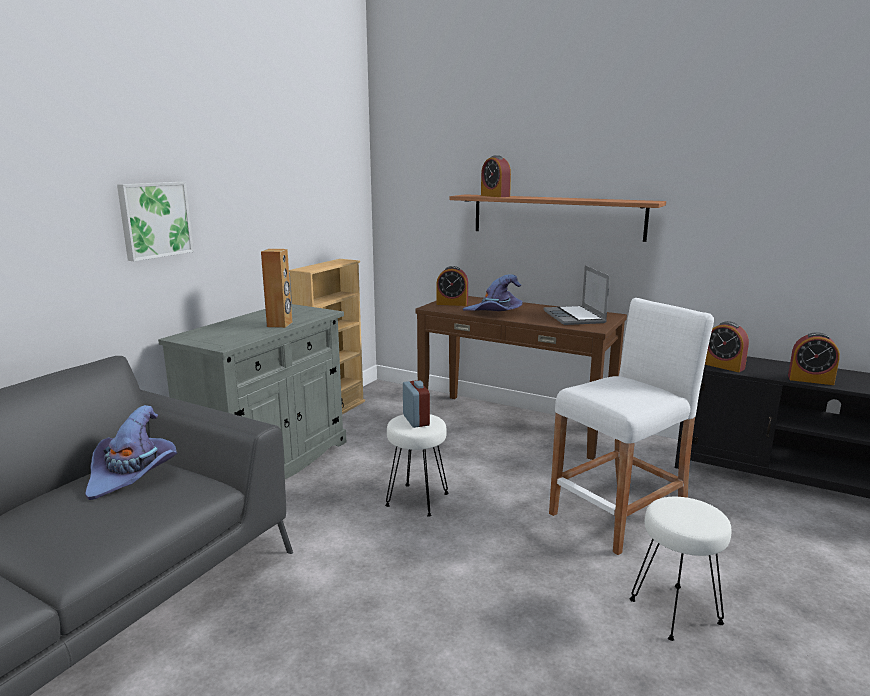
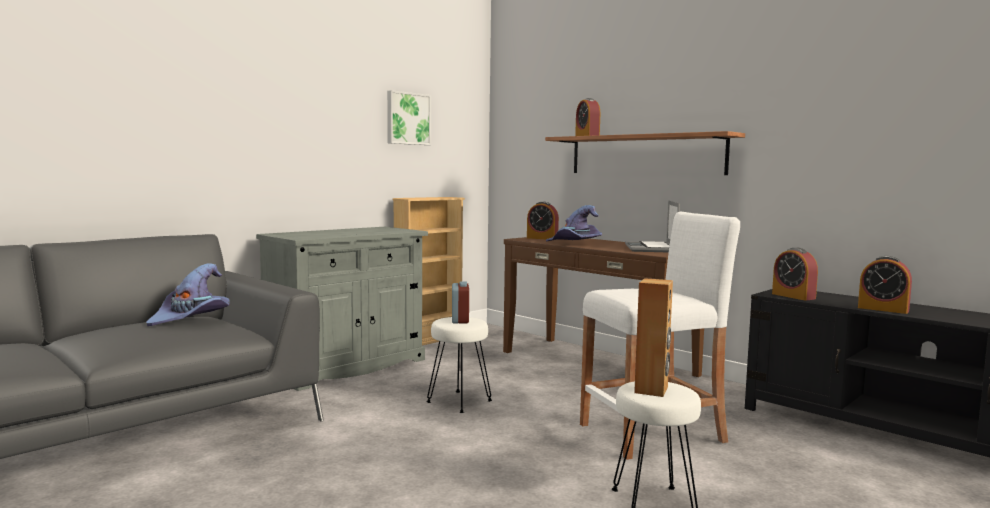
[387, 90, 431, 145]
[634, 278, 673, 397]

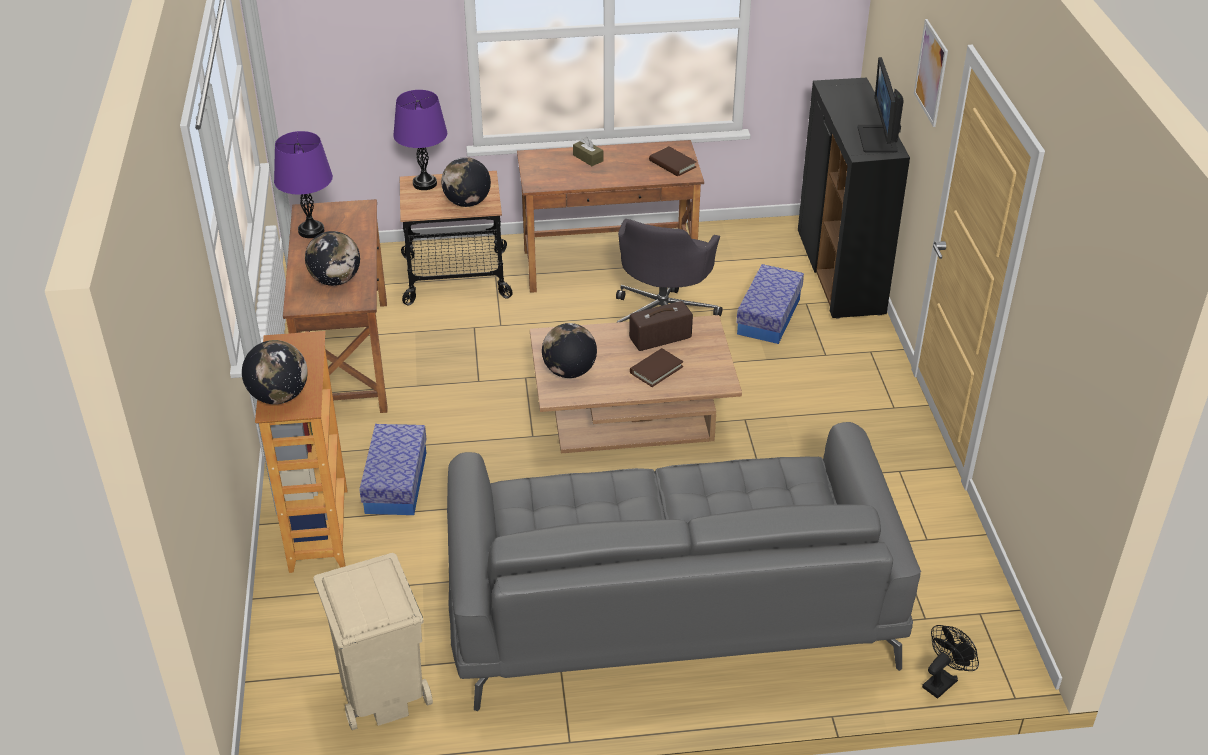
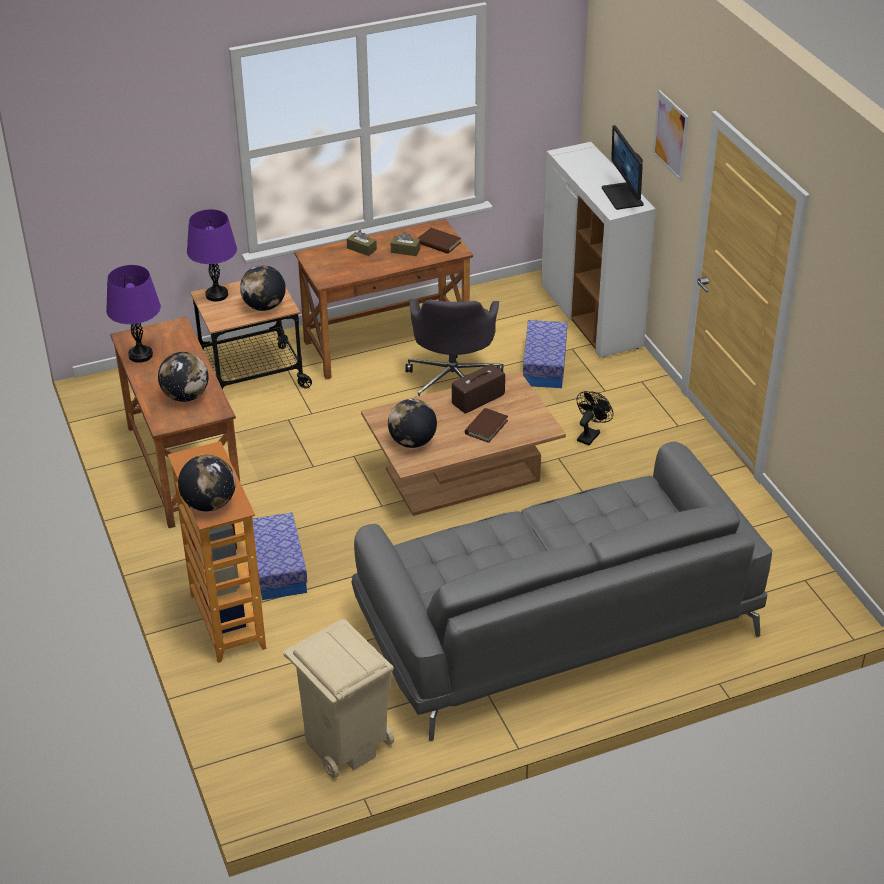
[391, 232, 420, 256]
[576, 391, 614, 445]
[541, 142, 656, 358]

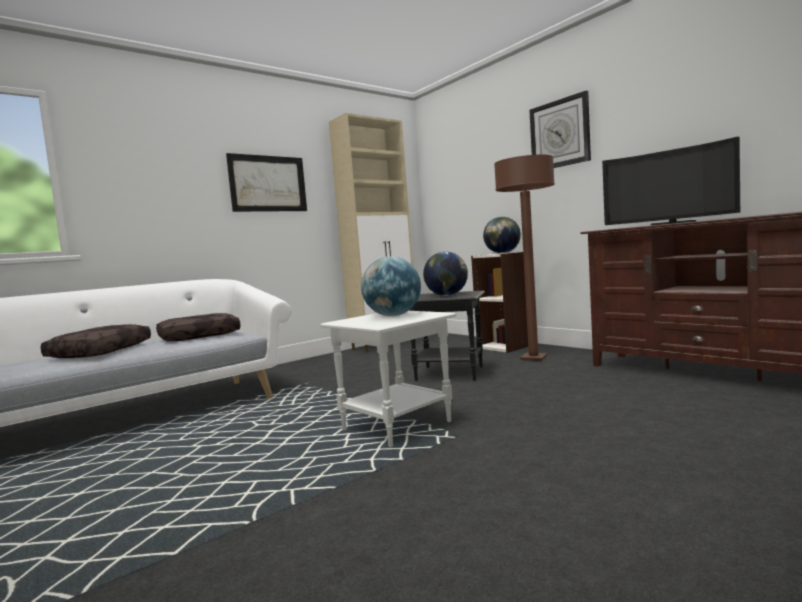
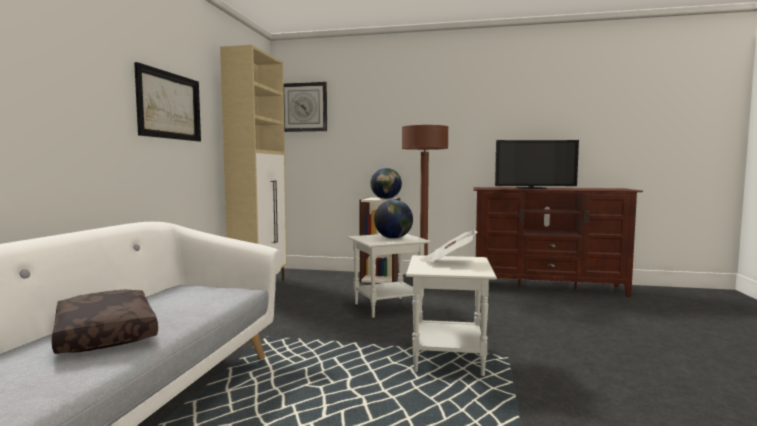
[156, 313, 241, 341] (first image)
[283, 82, 327, 132]
[420, 230, 478, 263]
[348, 234, 431, 318]

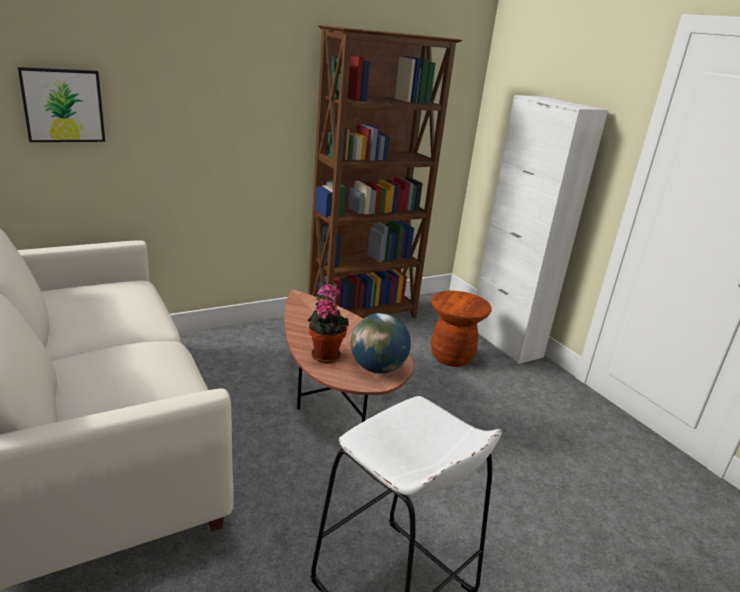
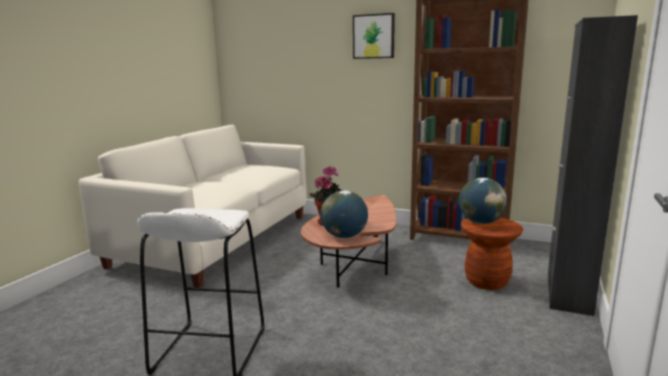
[459, 178, 507, 224]
[353, 13, 395, 59]
[548, 15, 638, 316]

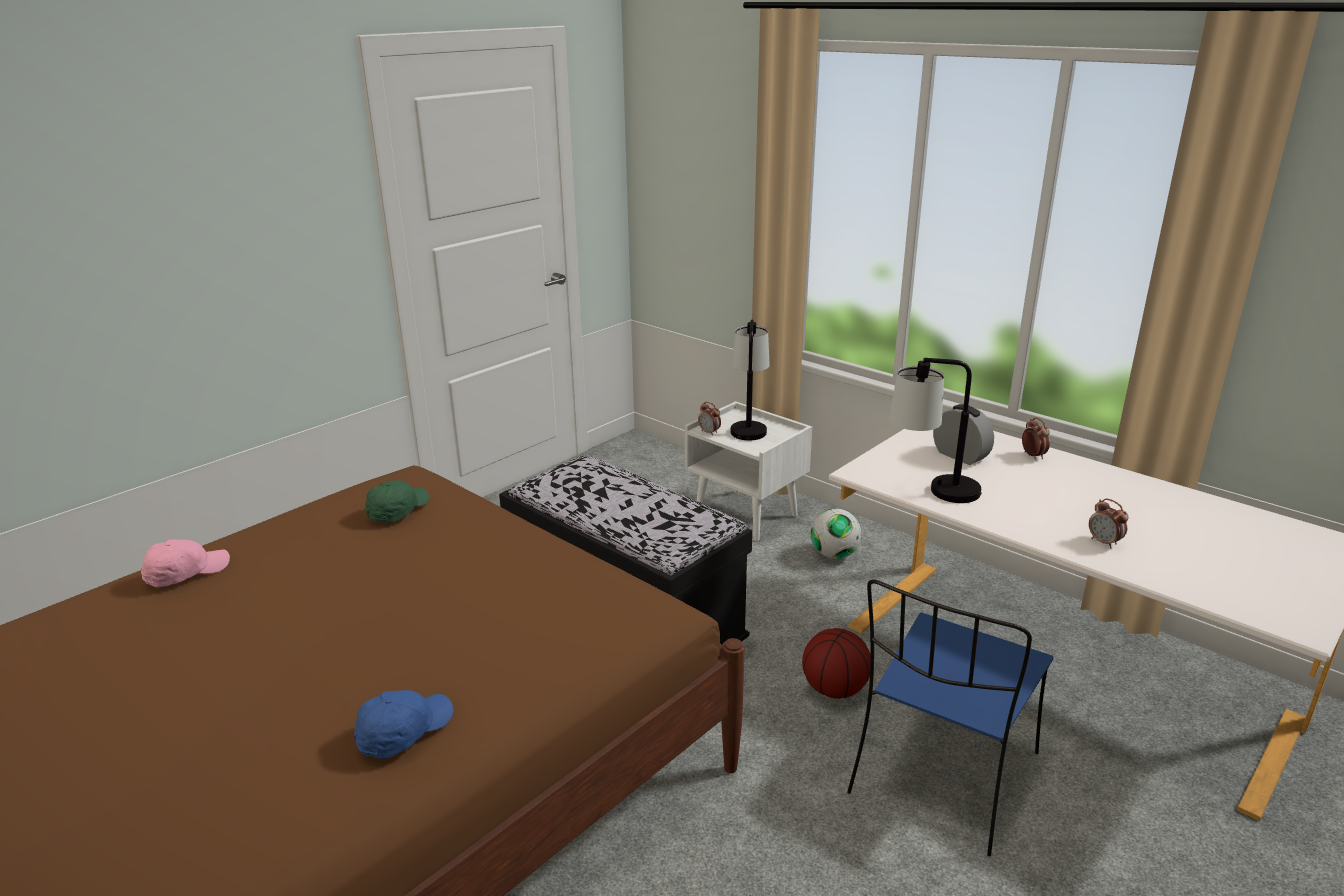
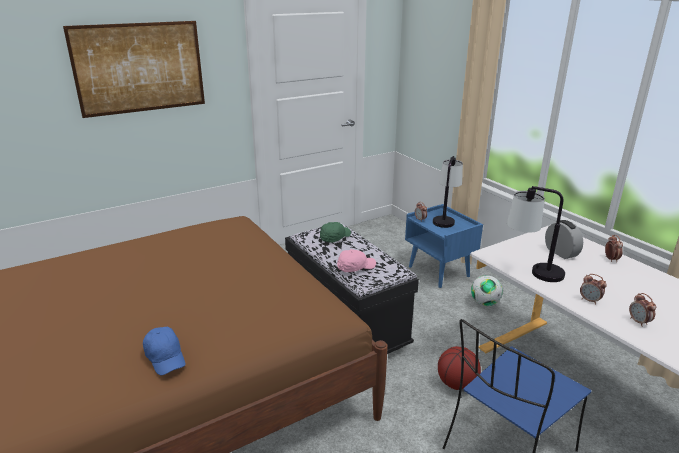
[63, 21, 205, 118]
[580, 274, 607, 304]
[337, 249, 376, 272]
[320, 222, 351, 243]
[405, 204, 483, 288]
[143, 327, 186, 375]

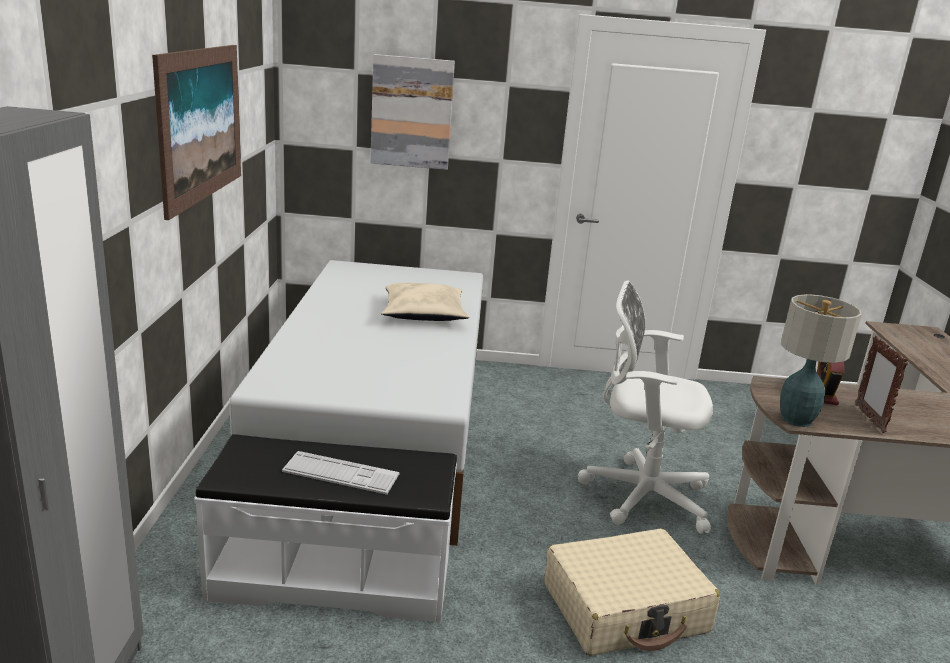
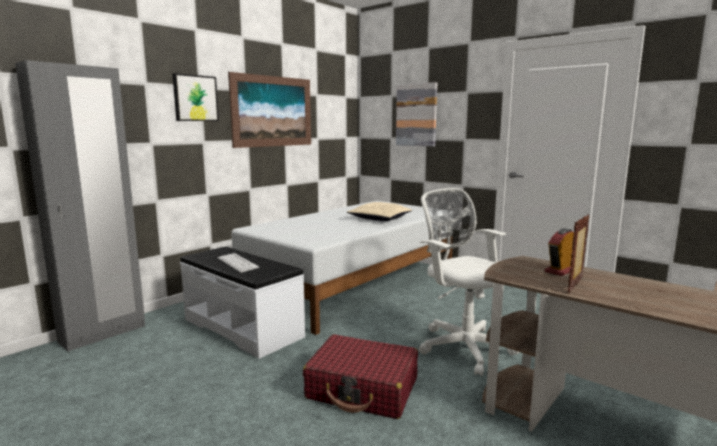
[780, 294, 862, 427] (first image)
[173, 73, 219, 121]
[303, 334, 418, 419]

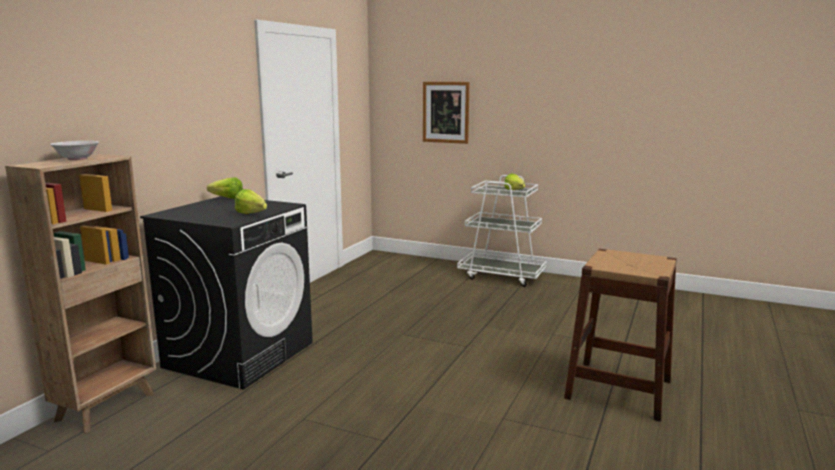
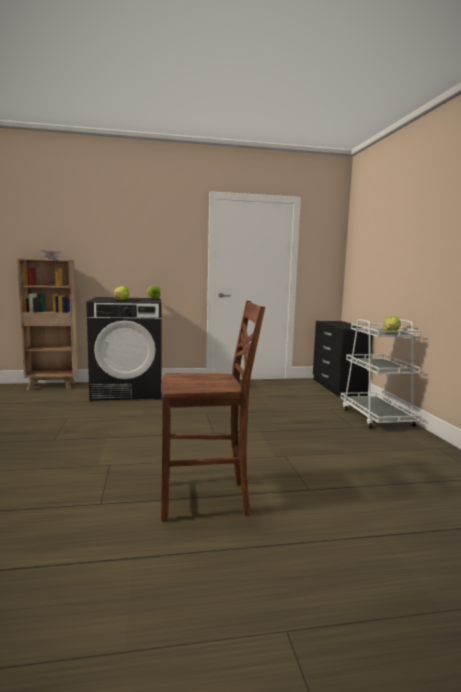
[423, 82, 470, 144] (first image)
[313, 321, 373, 397]
[161, 301, 265, 522]

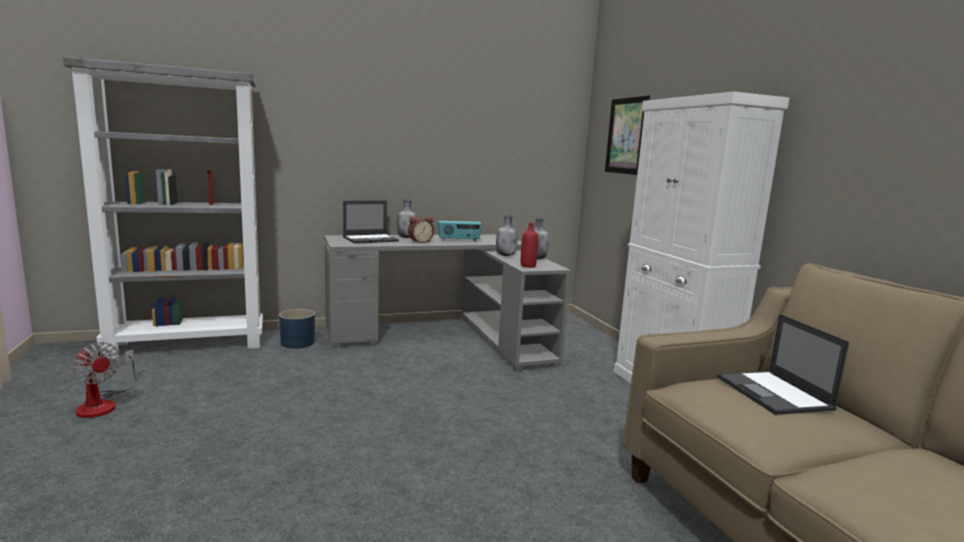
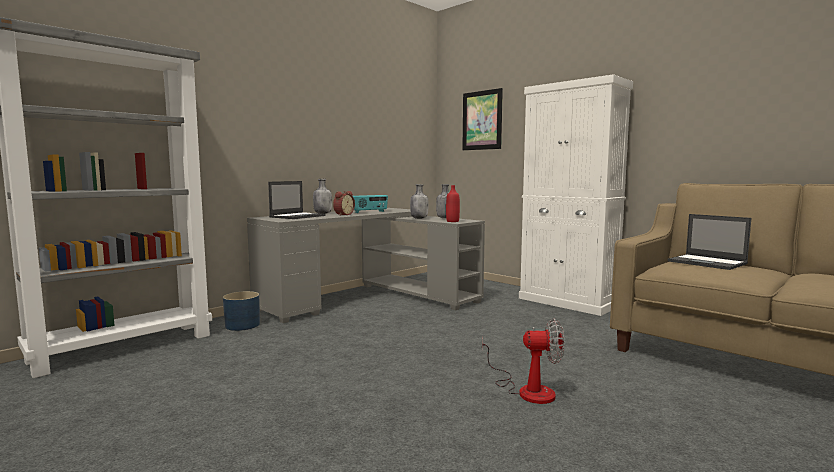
[482, 318, 565, 404]

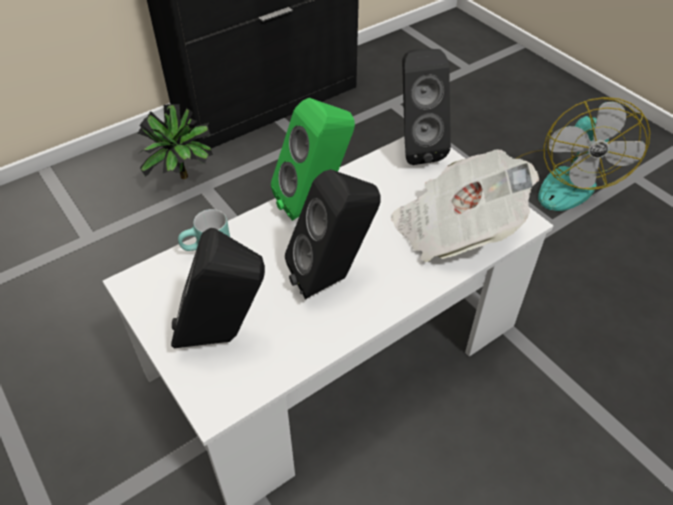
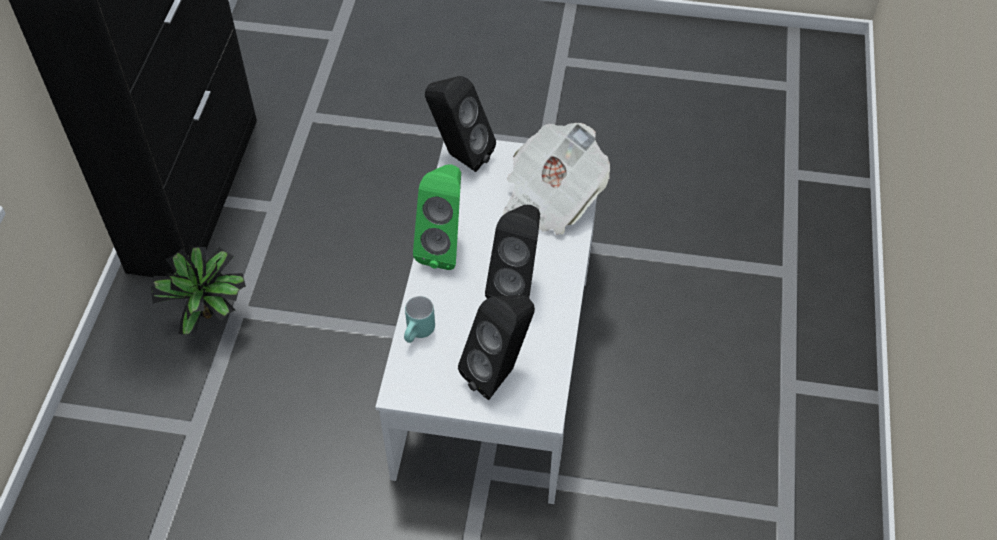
[515, 97, 650, 211] (first image)

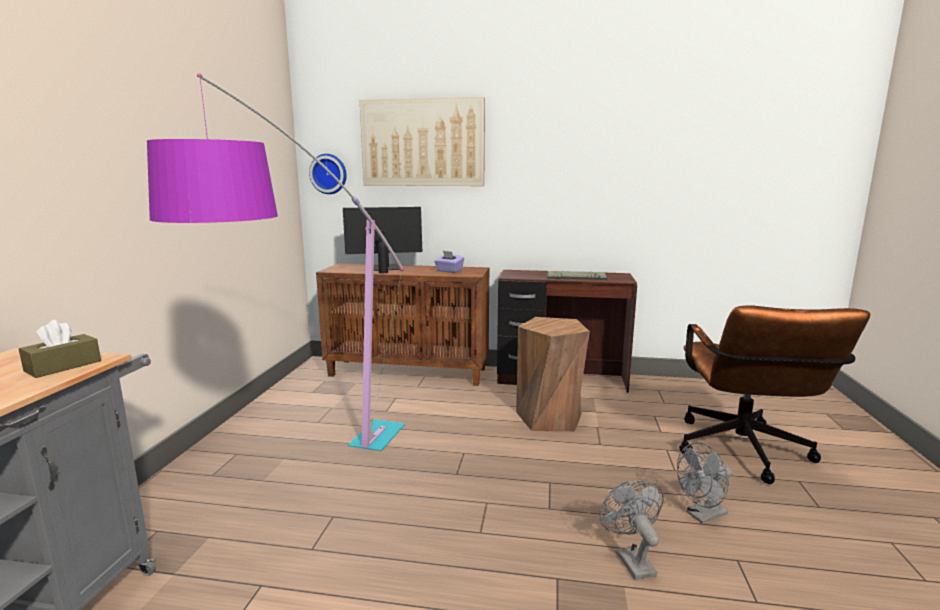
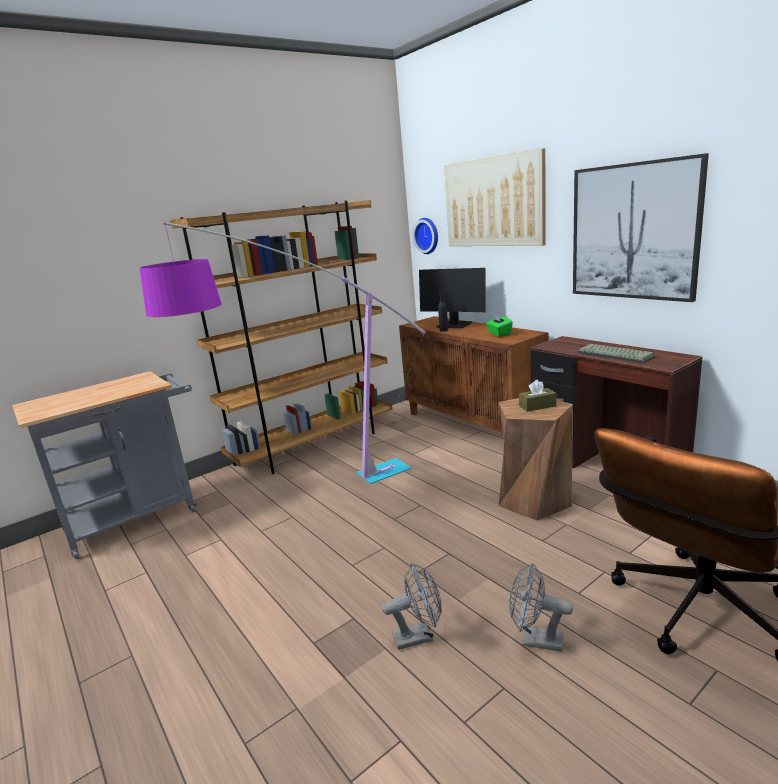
[170, 200, 392, 474]
[573, 153, 709, 302]
[519, 380, 556, 412]
[486, 314, 513, 337]
[382, 563, 442, 650]

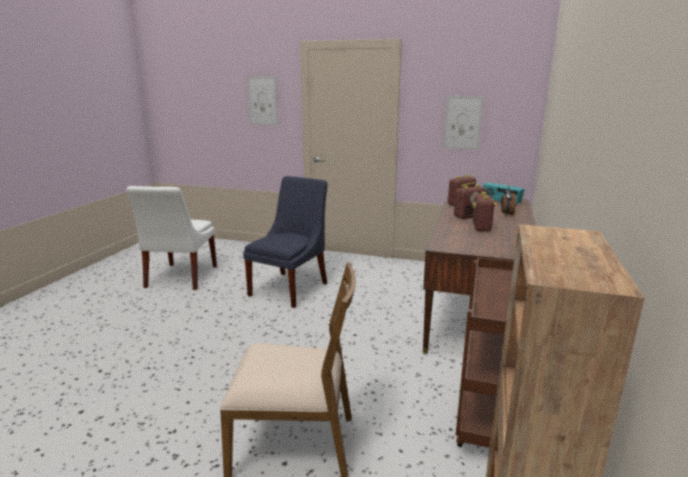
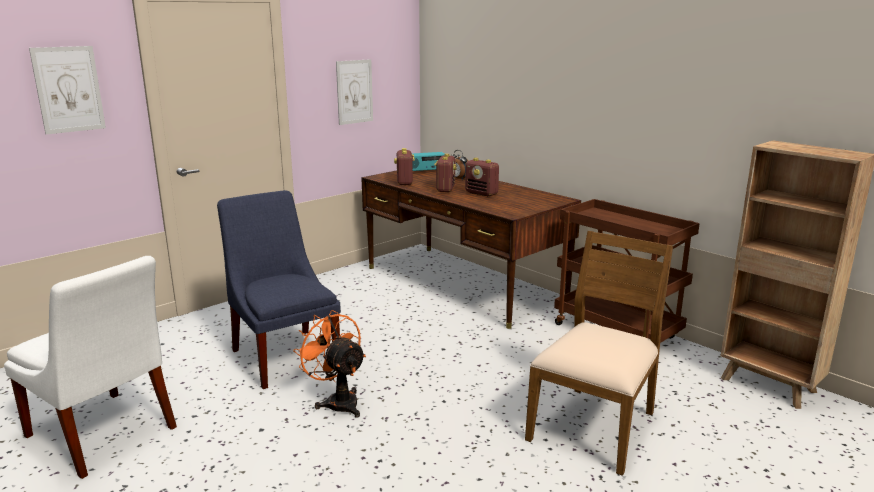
[293, 310, 366, 418]

